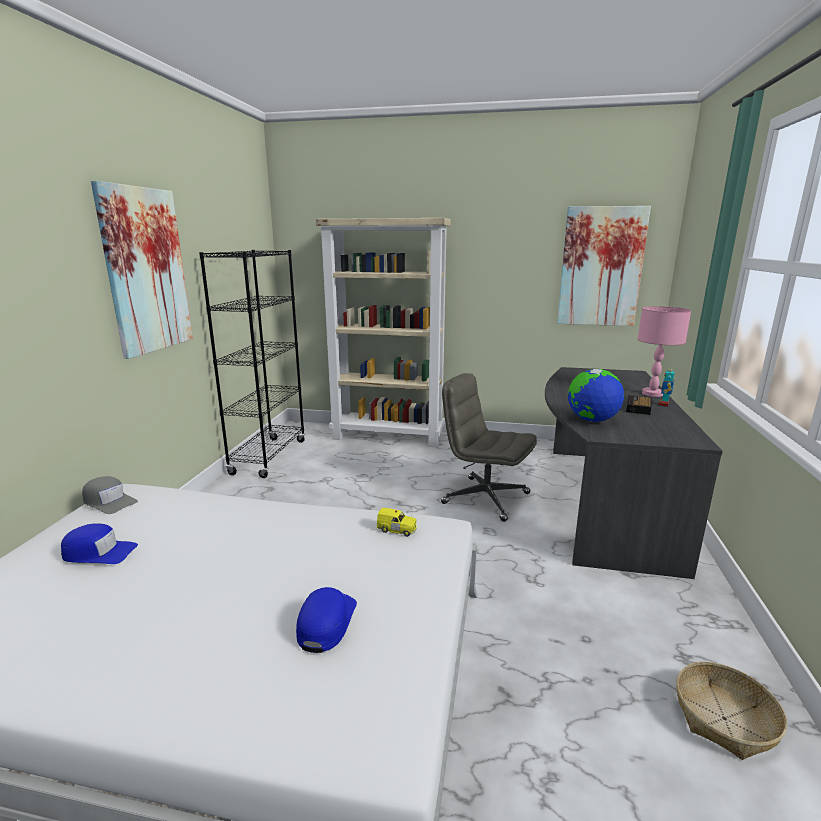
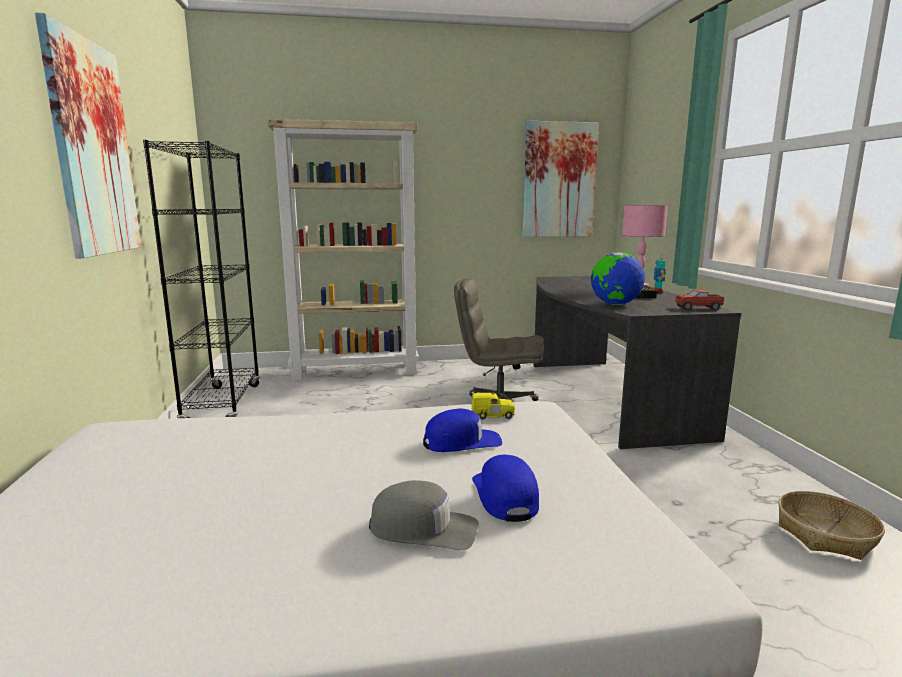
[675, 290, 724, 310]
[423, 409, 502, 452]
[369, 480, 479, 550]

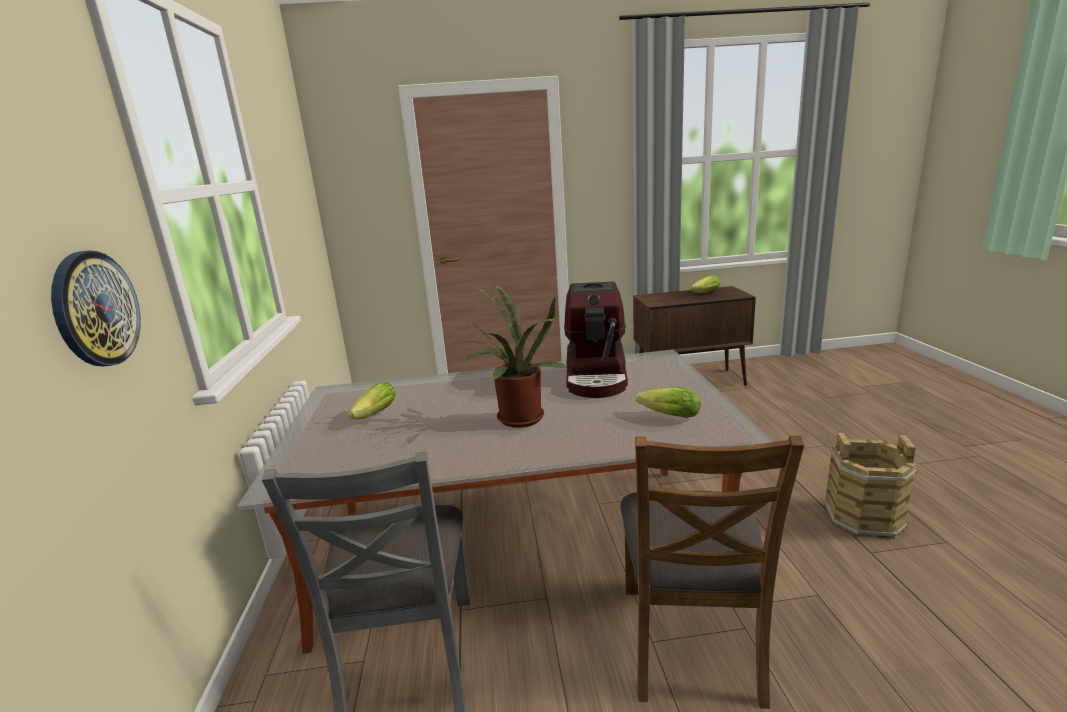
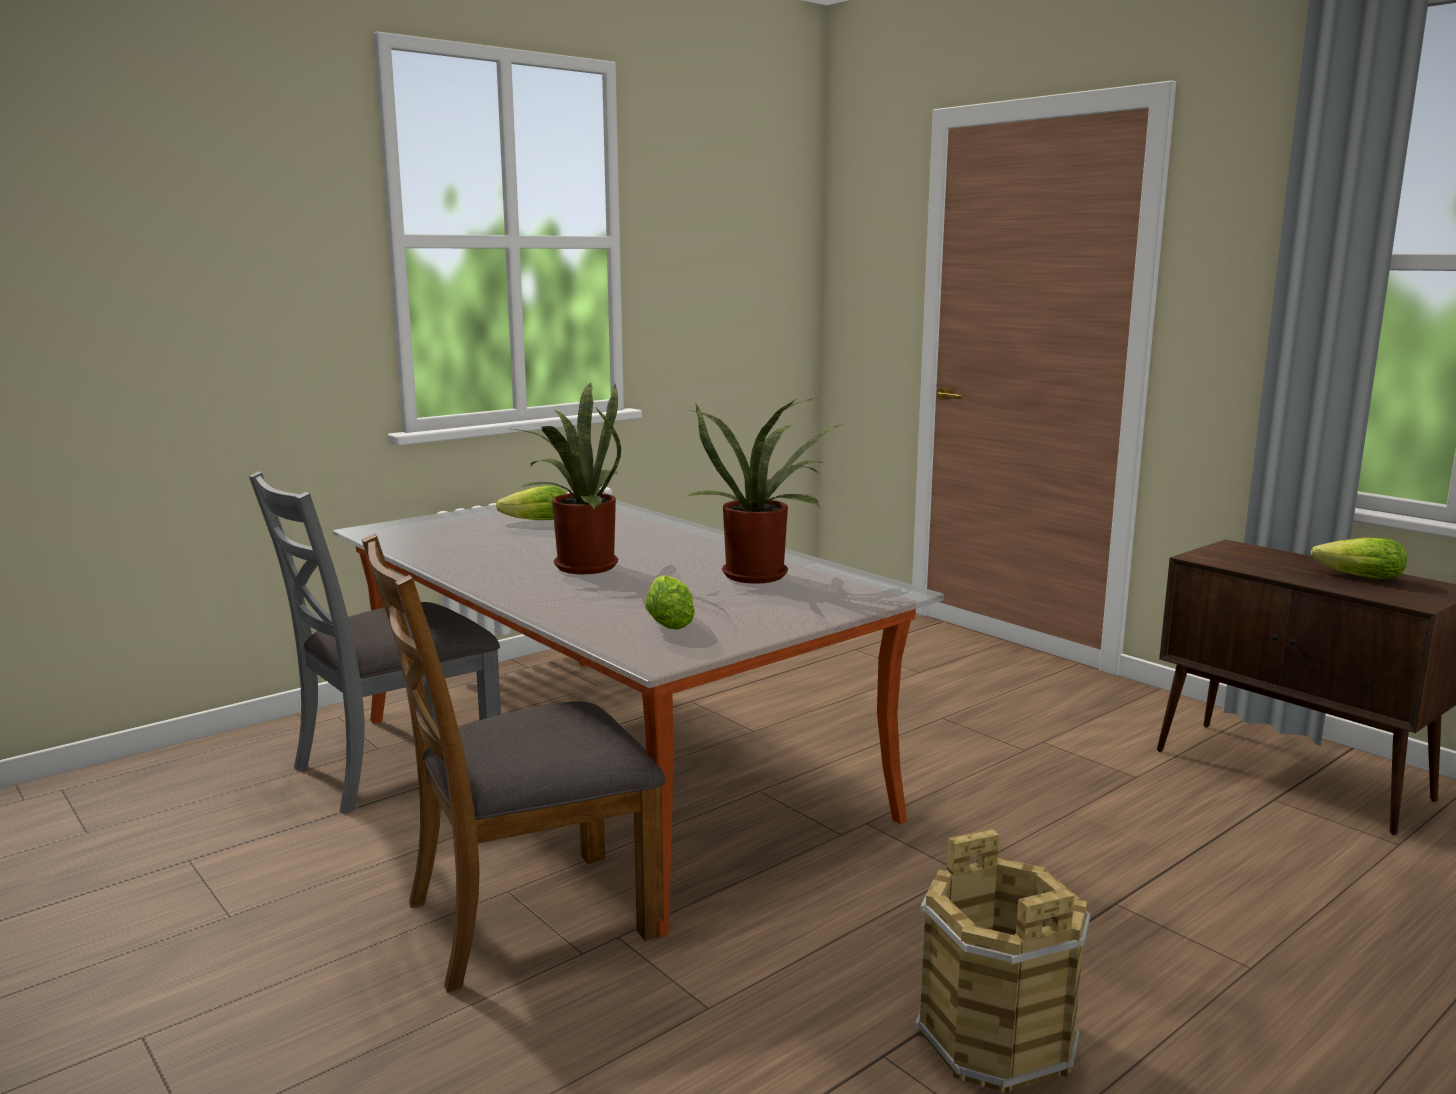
[51, 251, 141, 366] (first image)
[685, 397, 844, 584]

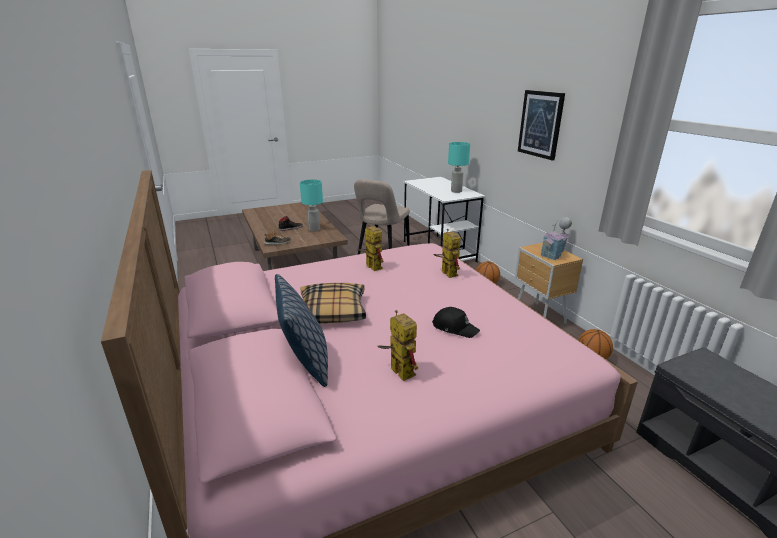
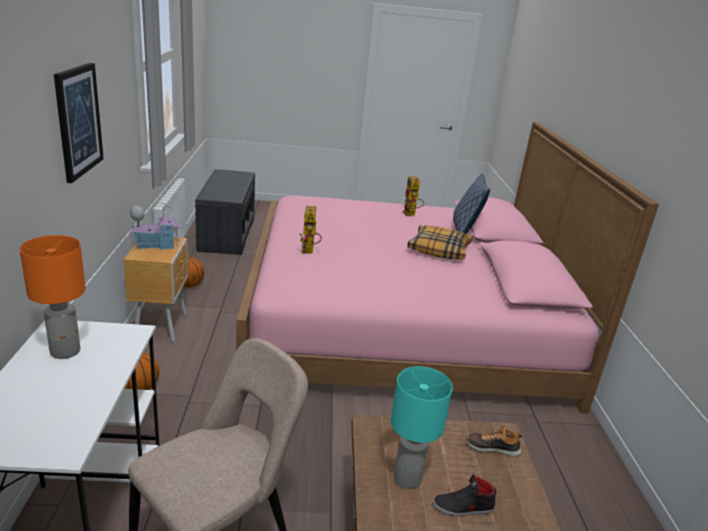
[357, 224, 384, 271] (first image)
[432, 307, 480, 338] (first image)
[19, 235, 86, 359]

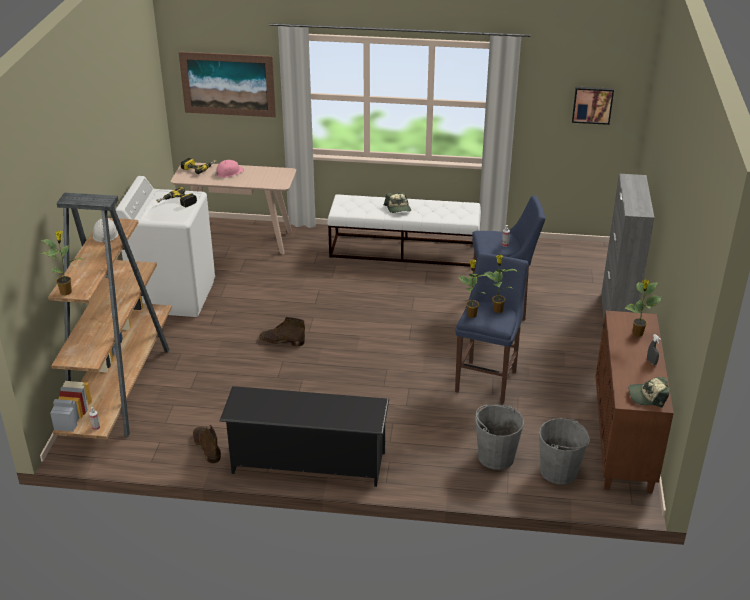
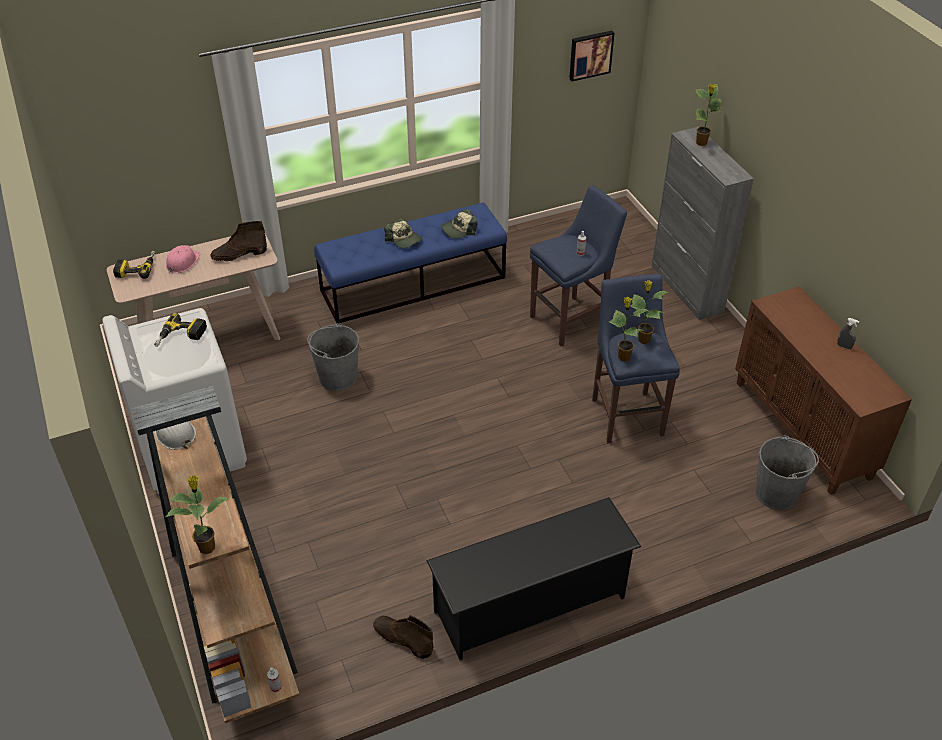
[179, 52, 276, 117] (first image)
[210, 221, 267, 262]
[307, 323, 359, 391]
[696, 84, 722, 146]
[441, 209, 477, 239]
[314, 203, 507, 324]

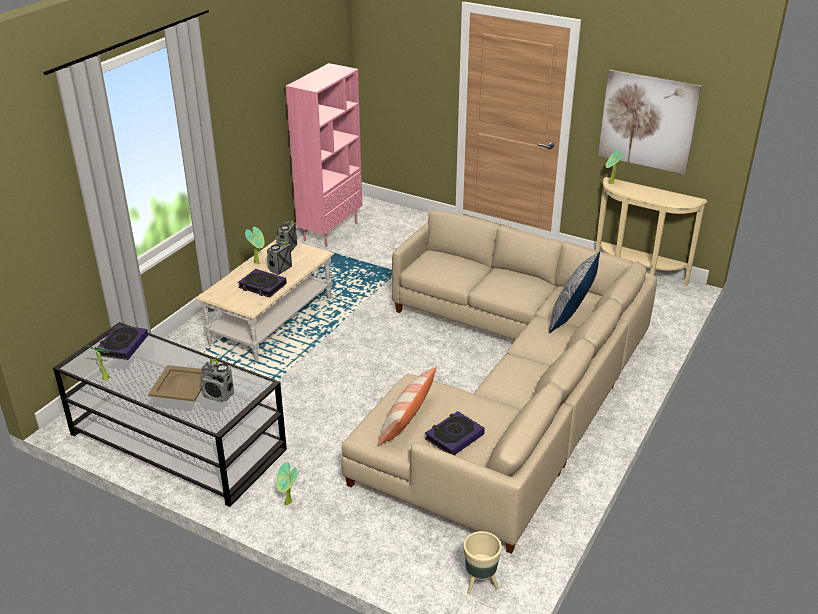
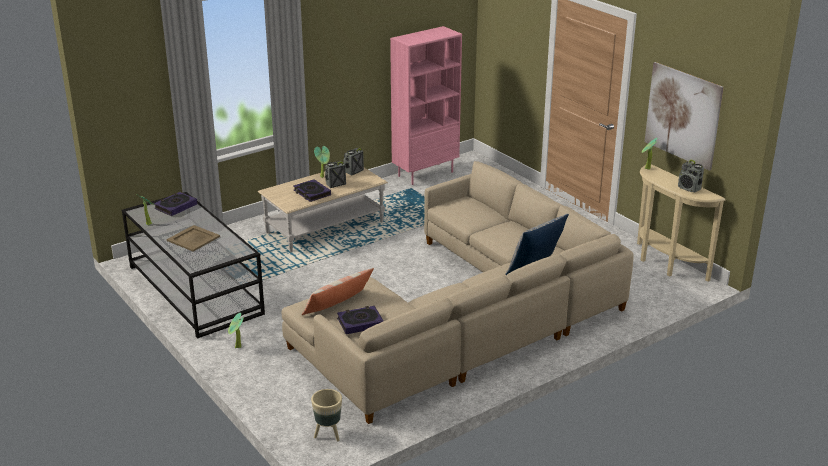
[678, 160, 704, 193]

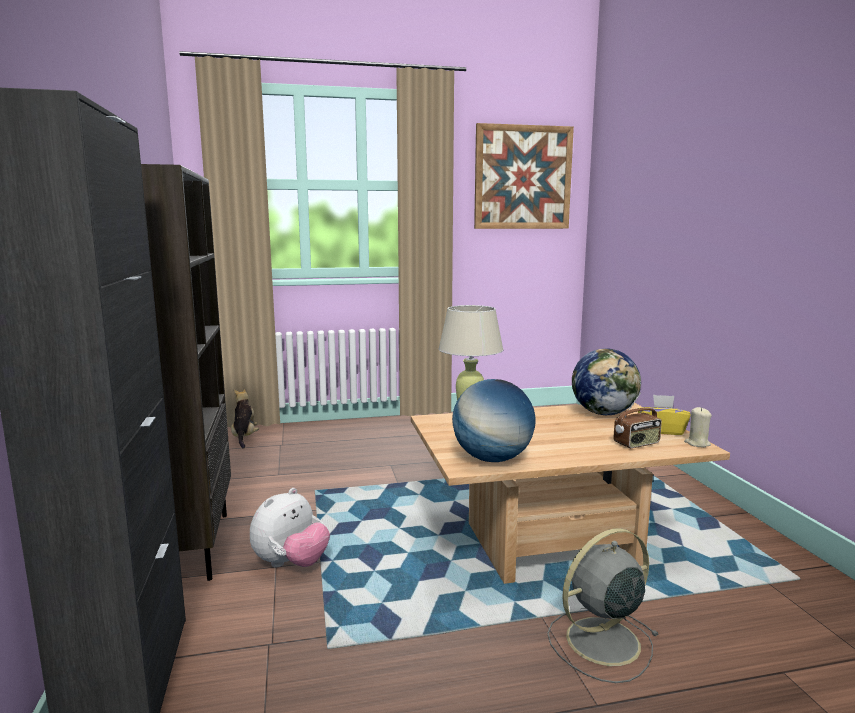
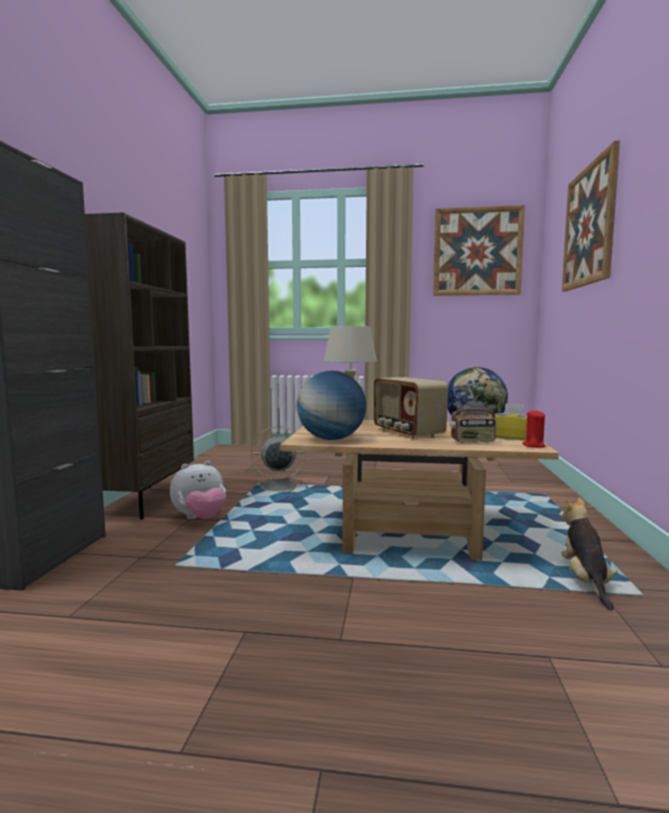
[374, 377, 448, 439]
[562, 141, 620, 292]
[561, 497, 618, 611]
[251, 426, 308, 494]
[522, 411, 545, 448]

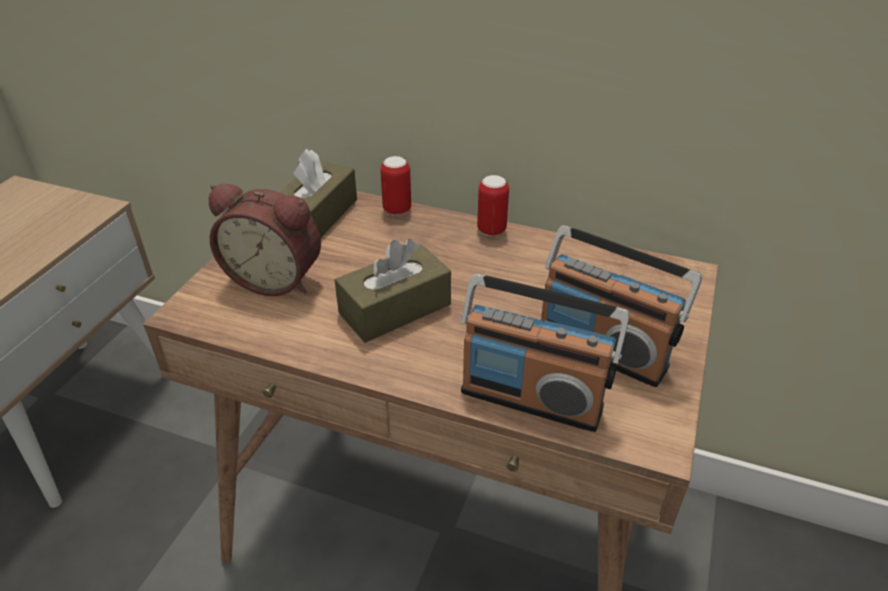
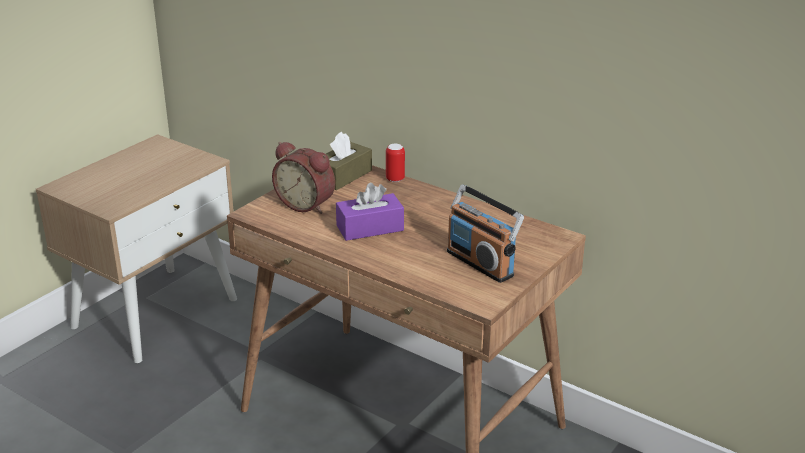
[461, 274, 630, 432] (first image)
[477, 175, 509, 236] (first image)
[336, 183, 404, 241]

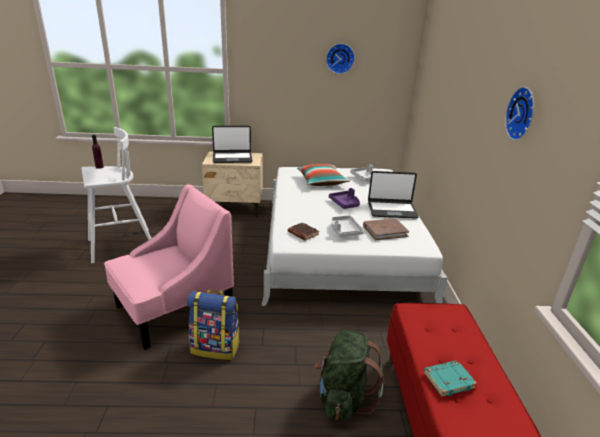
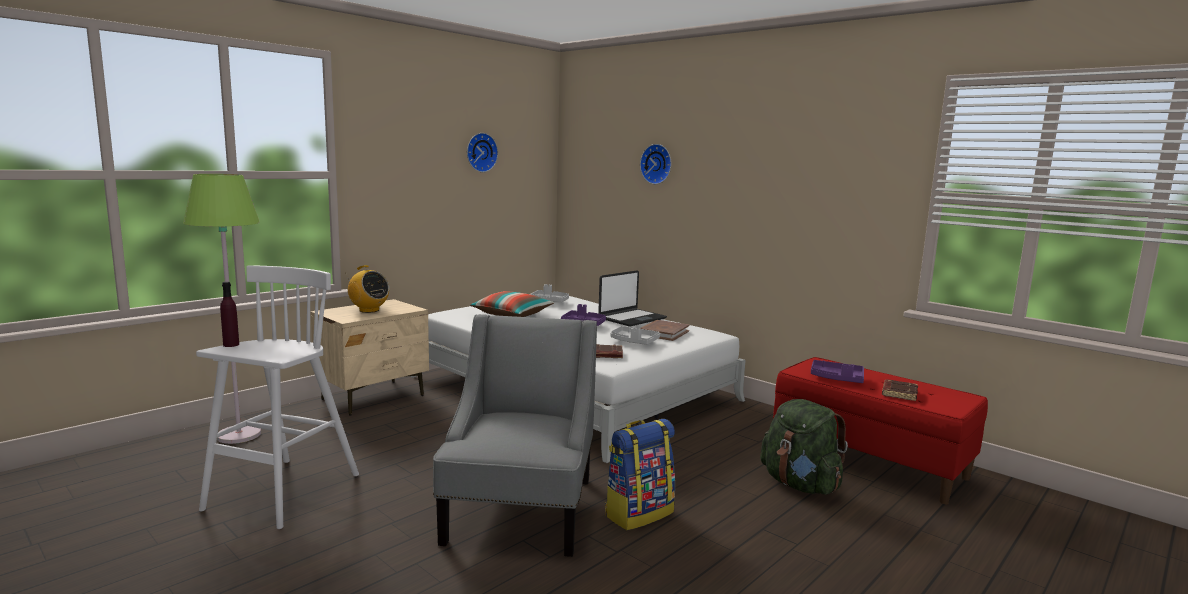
[183, 174, 261, 444]
[811, 360, 864, 383]
[640, 144, 671, 184]
[346, 265, 389, 313]
[433, 314, 597, 557]
[882, 379, 918, 401]

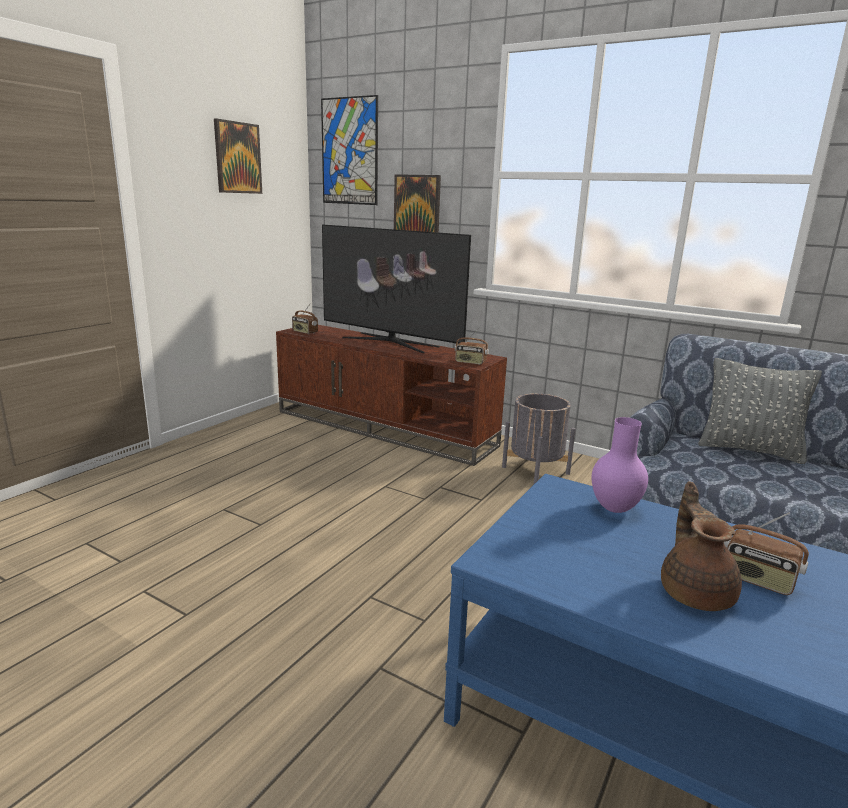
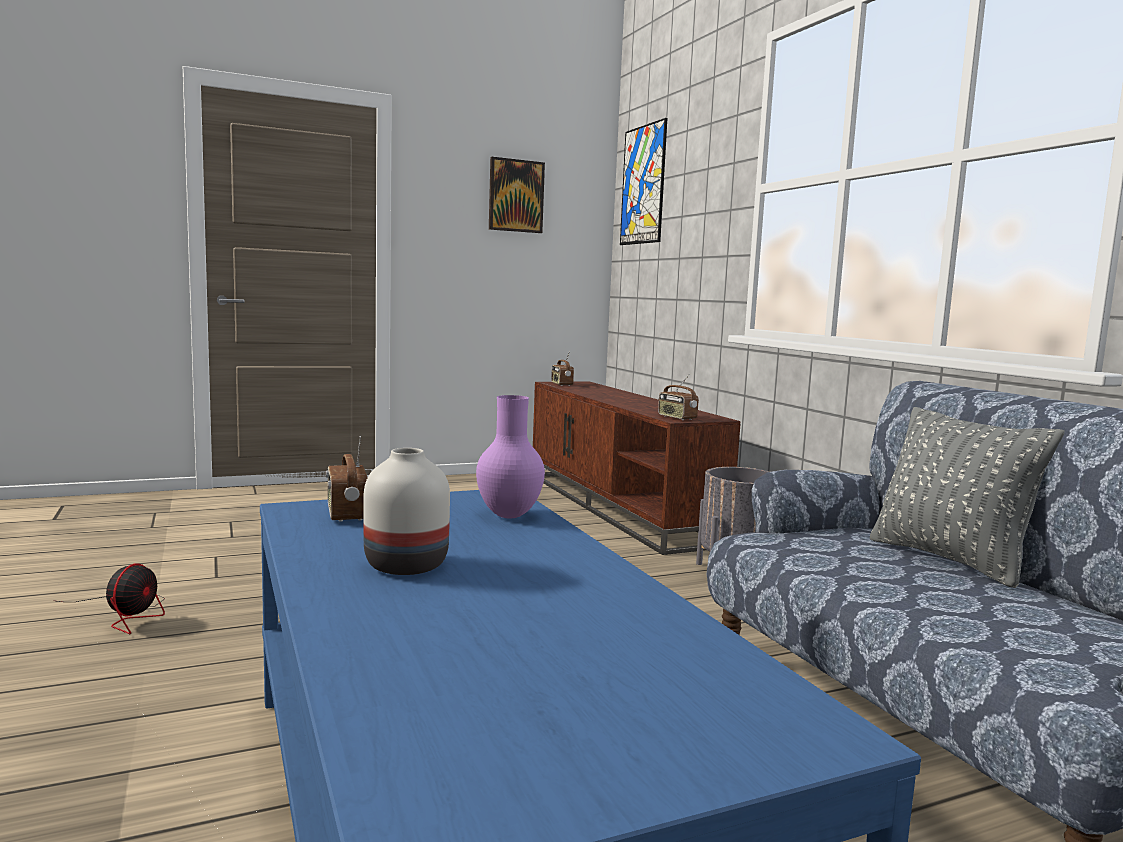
[322, 224, 471, 353] (first image)
[394, 174, 441, 233] (first image)
[53, 563, 165, 634]
[326, 436, 368, 521]
[363, 448, 450, 575]

